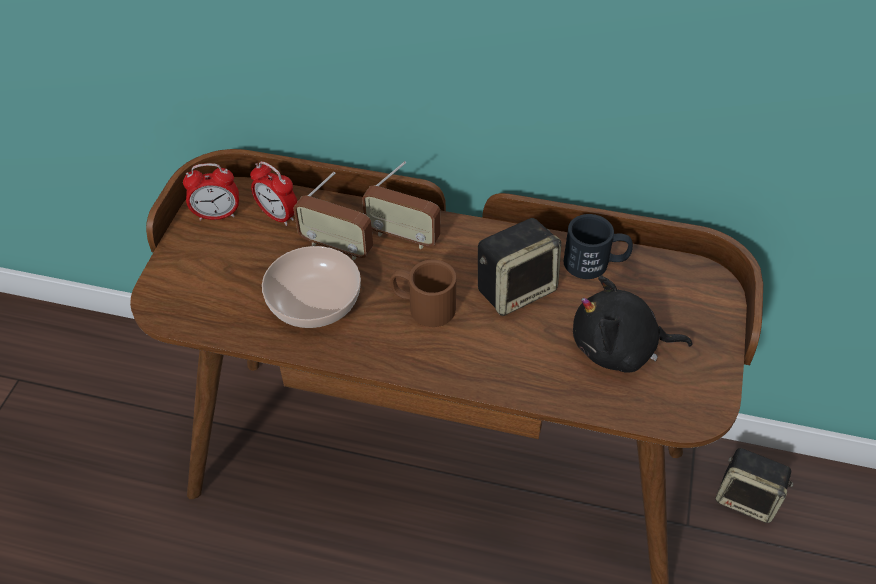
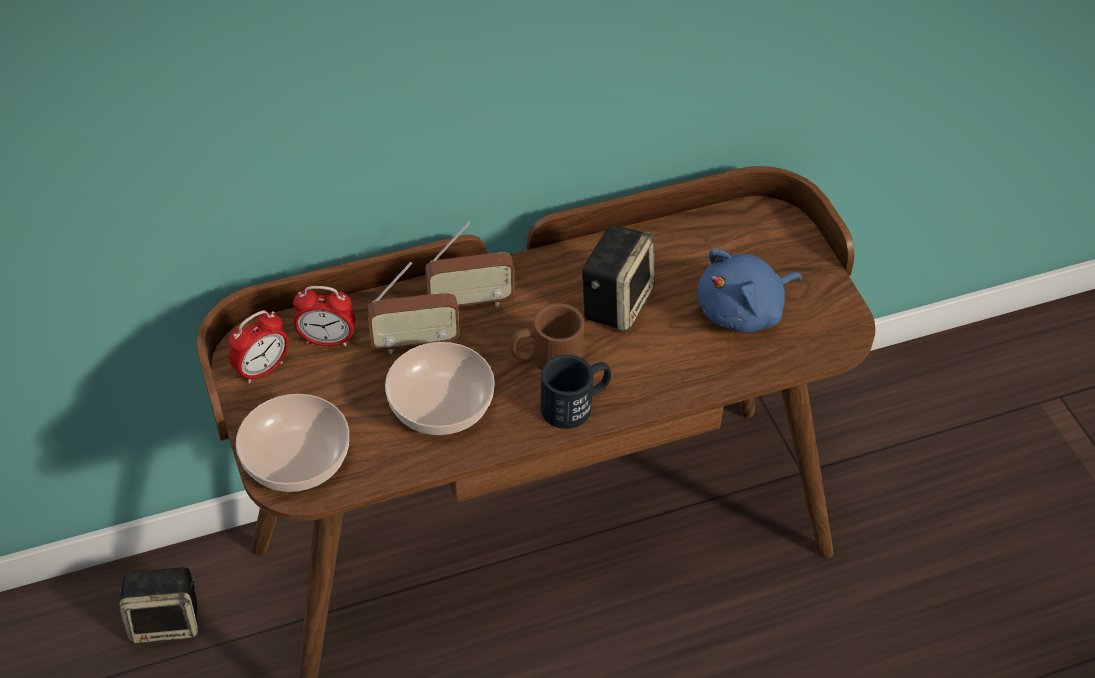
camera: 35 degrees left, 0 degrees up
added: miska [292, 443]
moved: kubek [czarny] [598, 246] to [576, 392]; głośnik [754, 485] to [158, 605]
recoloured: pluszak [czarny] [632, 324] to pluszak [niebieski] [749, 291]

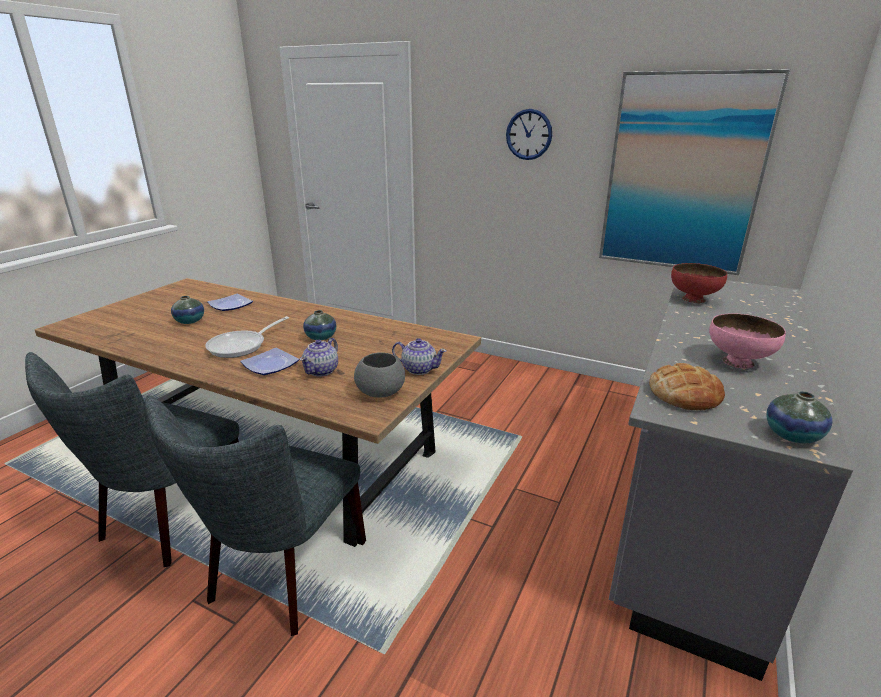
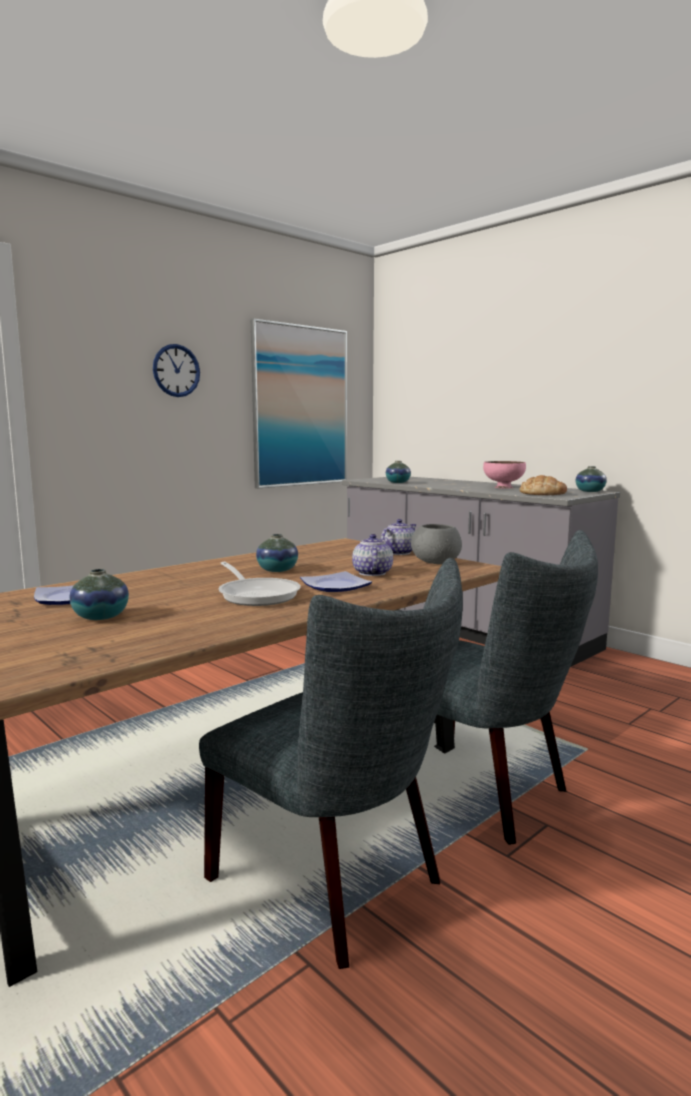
camera: 70 degrees left, 15 degrees down
replaced: miska [czerwony] [699, 283] to wazon [398, 472]
turned: imbryk [319, 357] = [372, 555] 135 degrees counterclockwise

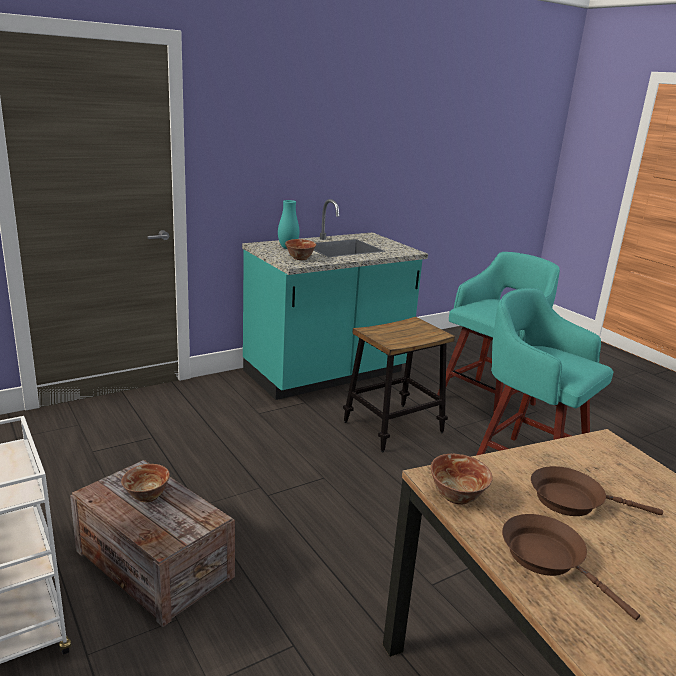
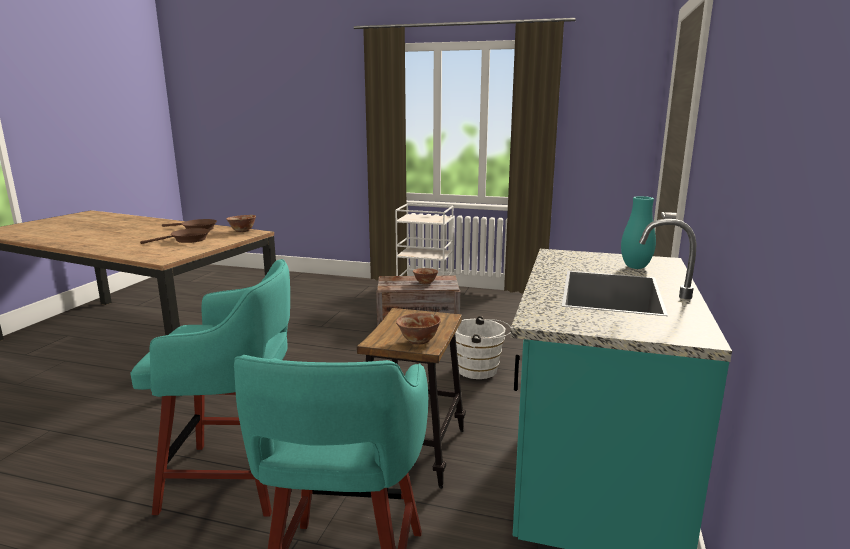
camera: 140 degrees right, 5 degrees down
added: wiadro [biały] [483, 347]
moved: miska [300, 249] to [418, 329]

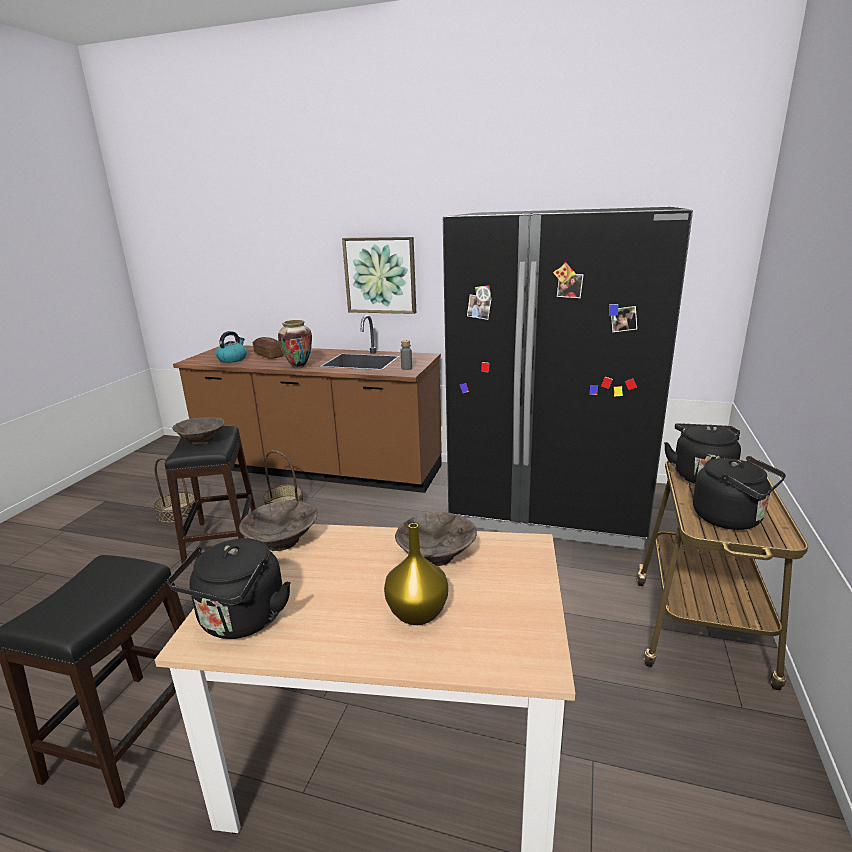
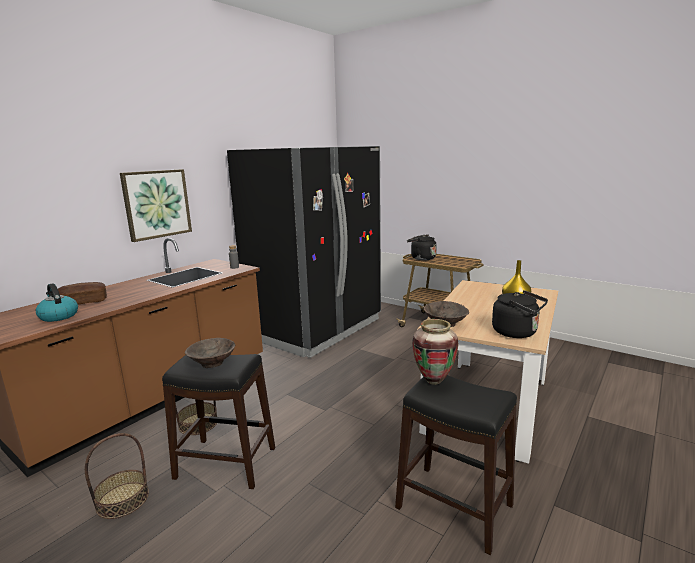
camera: 70 degrees left, 5 degrees down
removed: miska [brązowy] [436, 539]; czajnik [czarny] [739, 493]
moved: wazon [295, 344] to [435, 352]

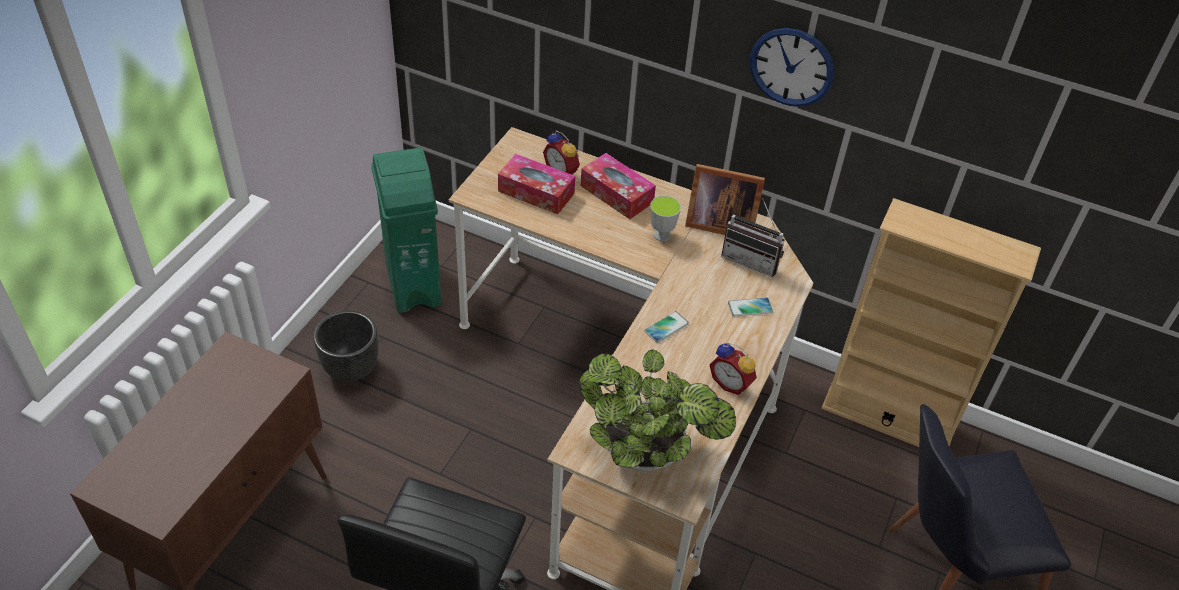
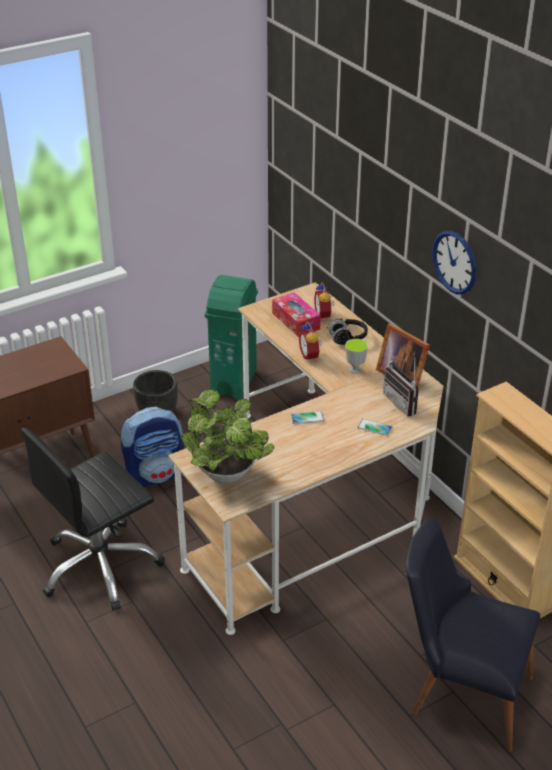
camera: 35 degrees right, 10 degrees down
added: plecak [152, 446]
moved: budzik [733, 369] to [310, 342]
replaced: pudełko chusteczek [618, 186] to słuchawki [czarny] [347, 332]

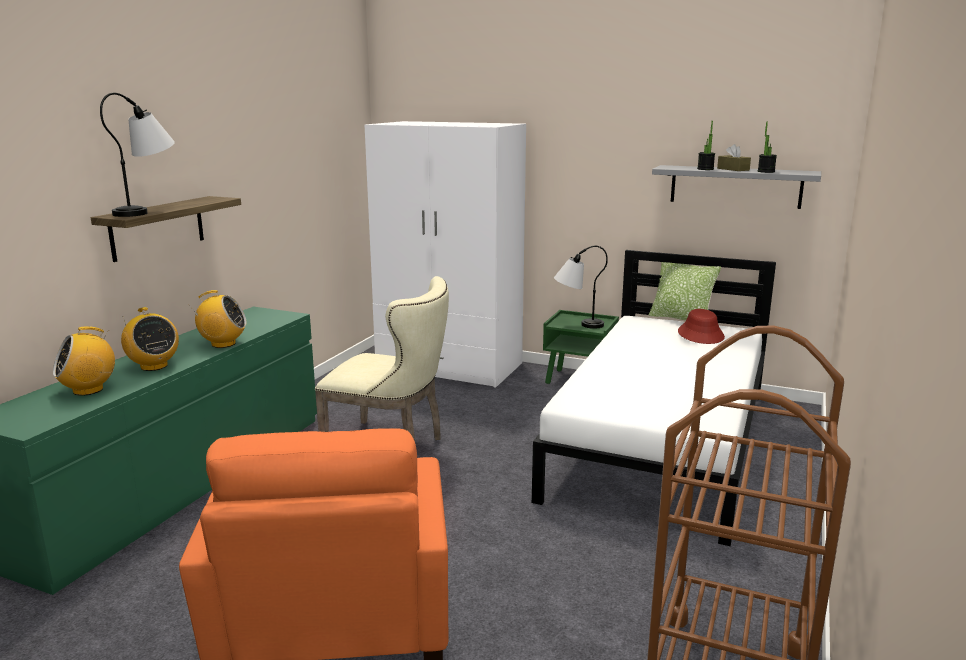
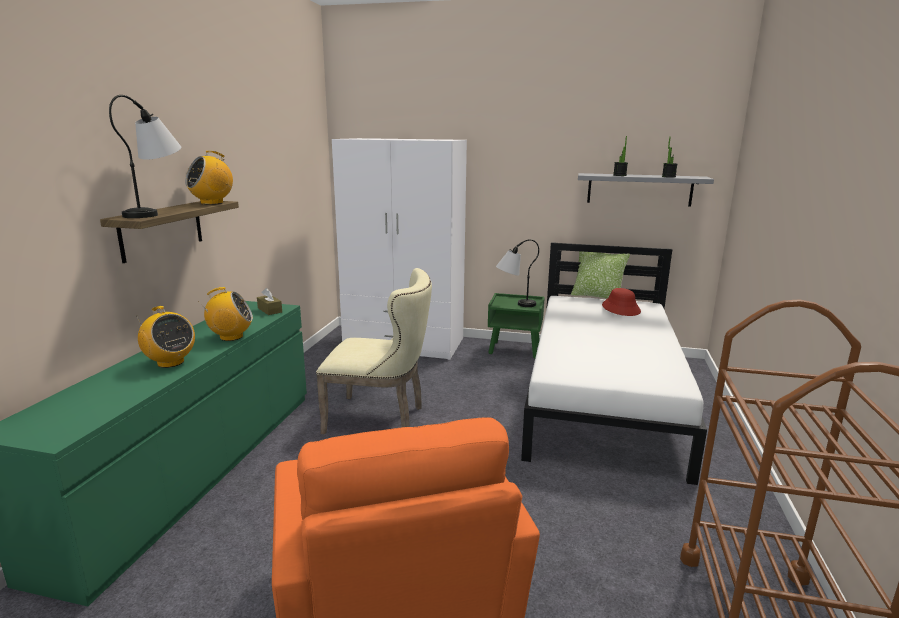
camera: 10 degrees left, 0 degrees up
moved: radio [84, 361] to [209, 178]; pudełko chusteczek [brązowy] [734, 157] to [269, 301]

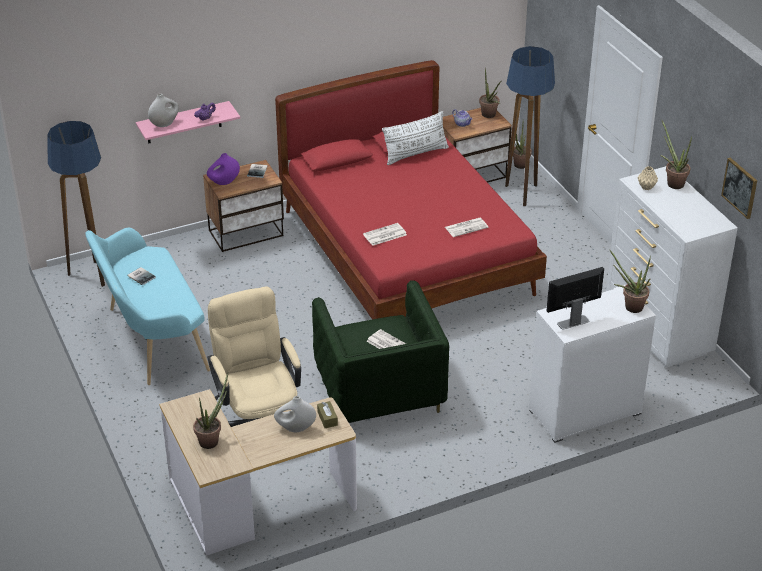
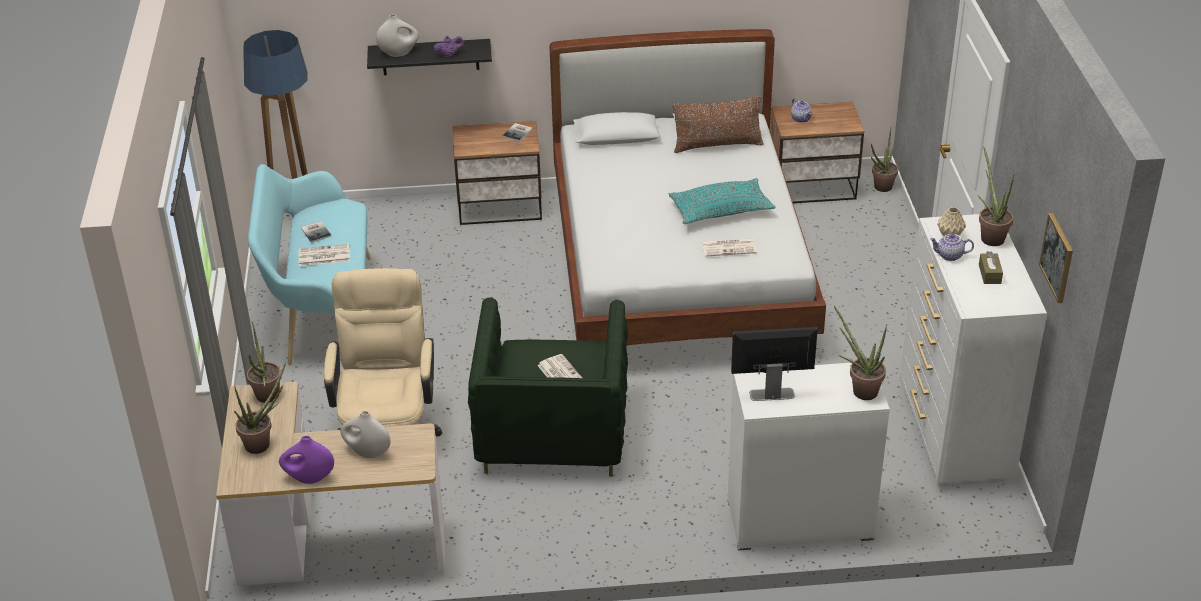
camera: 20 degrees right, 0 degrees up
removed: lampa stojąca [530, 126]
added: poduszka [turkusowy] [722, 201]; imbryk [952, 247]
moved: wazon [fioletowy] [223, 169] to [306, 460]; pudełko chusteczek [brązowy] [327, 414] to [991, 267]; gazeta [385, 234] to [324, 255]; roślina doniczkowa [490, 92] to [264, 362]
recoloured: półka [różowy] [188, 122] to półka [czarny] [429, 57]; łóżko [czerwony] [411, 189] to łóżko [biały] [687, 187]; poduszka [biały] [415, 138] to poduszka [brązowy] [718, 124]

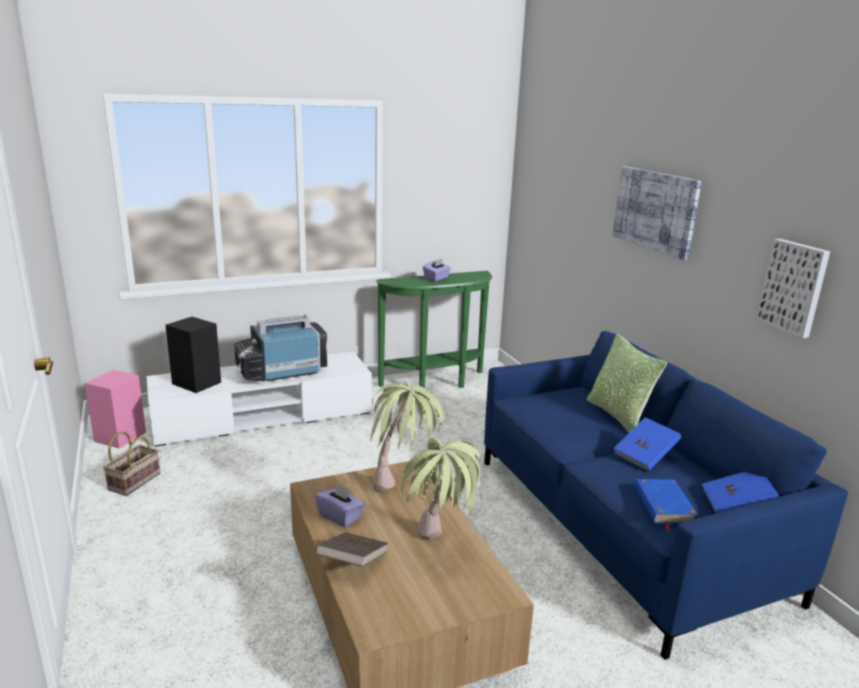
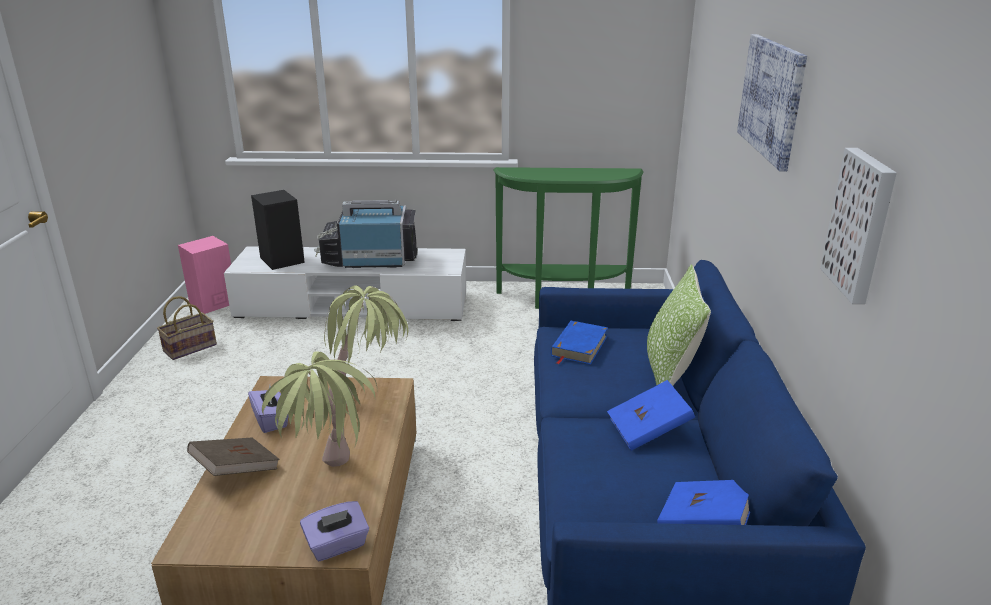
camera: 25 degrees right, 5 degrees up
moved: pudełko chusteczek [fioletowy] [437, 270] to [334, 531]; książka [niebieski] [666, 505] to [579, 342]

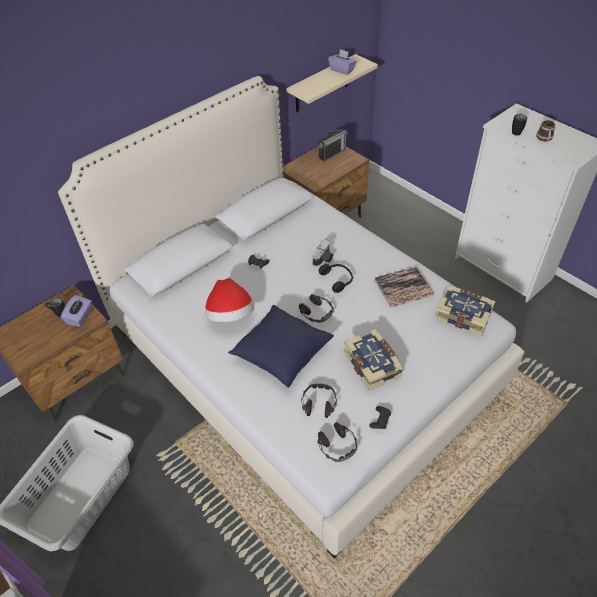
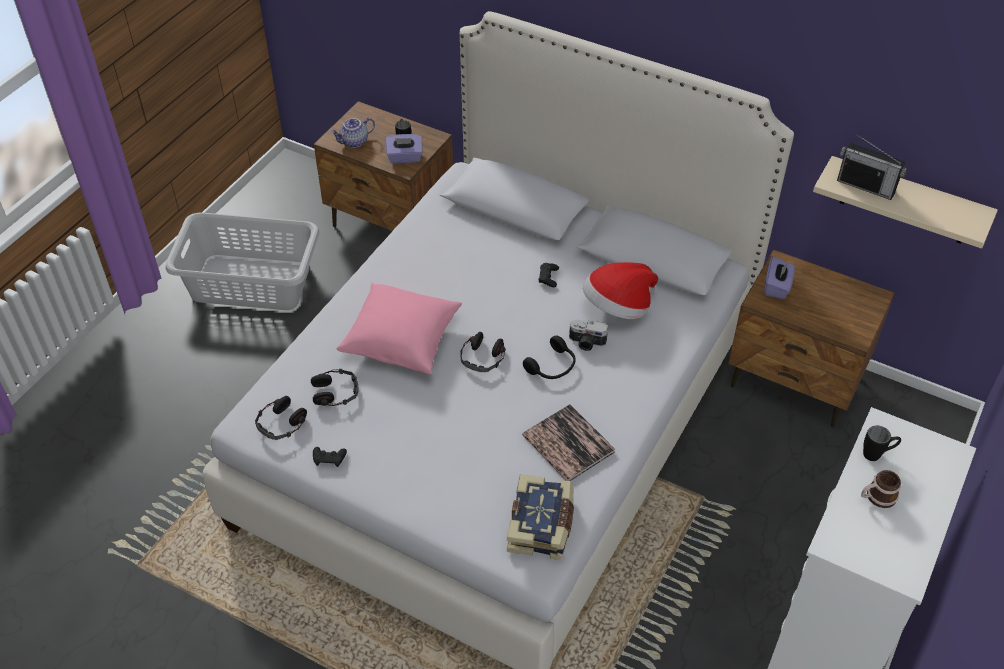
camera: 70 degrees right, 0 degrees up
removed: książka [374, 360]
added: imbryk [353, 133]
moved: kapelusz [230, 300] to [620, 290]; radio [333, 145] to [872, 167]; pudełko chusteczek [fioletowy] [342, 62] to [779, 277]
recoloured: poduszka [niebieski] [281, 346] to poduszka [różowy] [399, 328]

